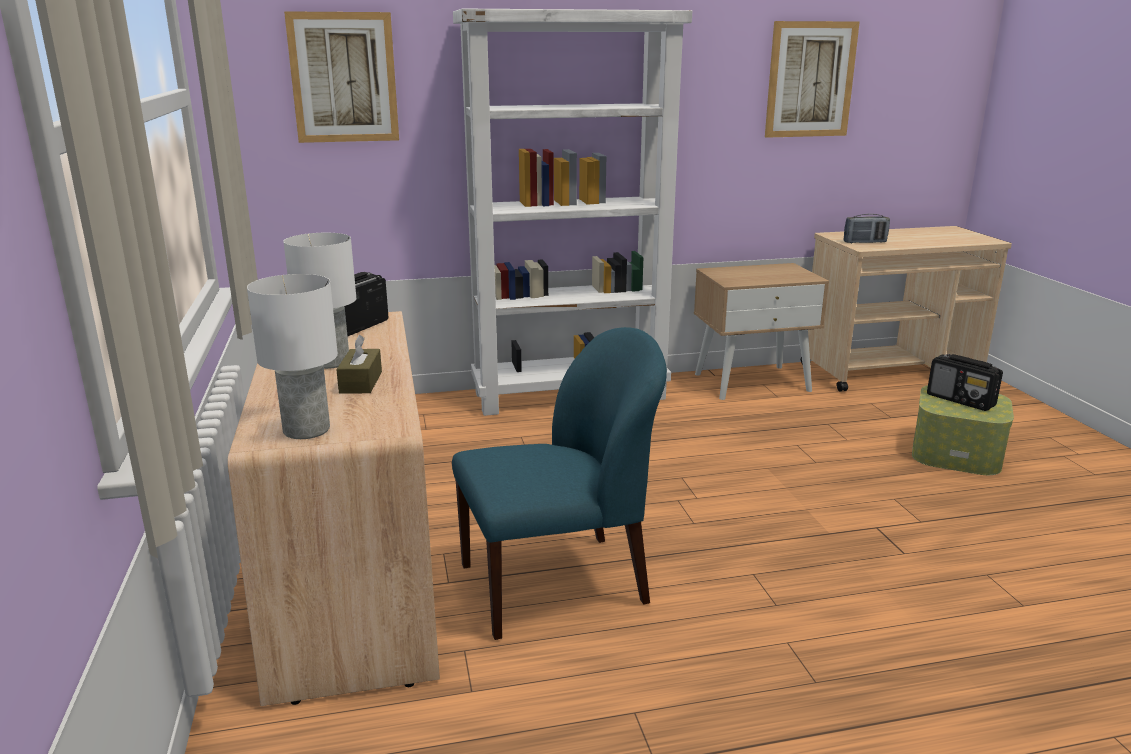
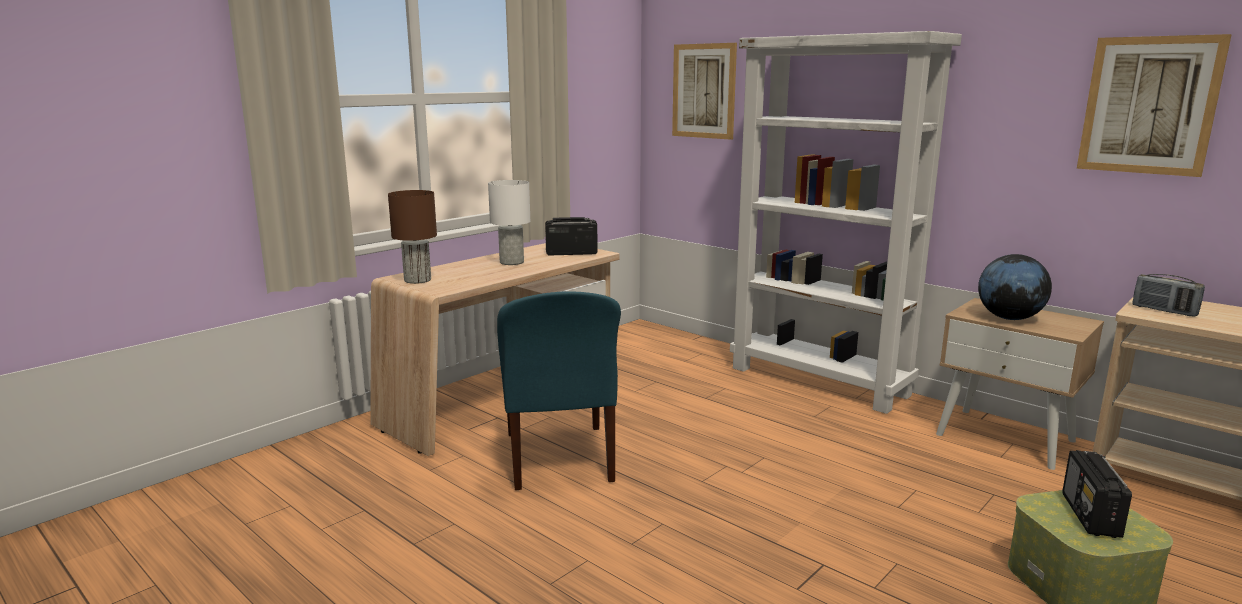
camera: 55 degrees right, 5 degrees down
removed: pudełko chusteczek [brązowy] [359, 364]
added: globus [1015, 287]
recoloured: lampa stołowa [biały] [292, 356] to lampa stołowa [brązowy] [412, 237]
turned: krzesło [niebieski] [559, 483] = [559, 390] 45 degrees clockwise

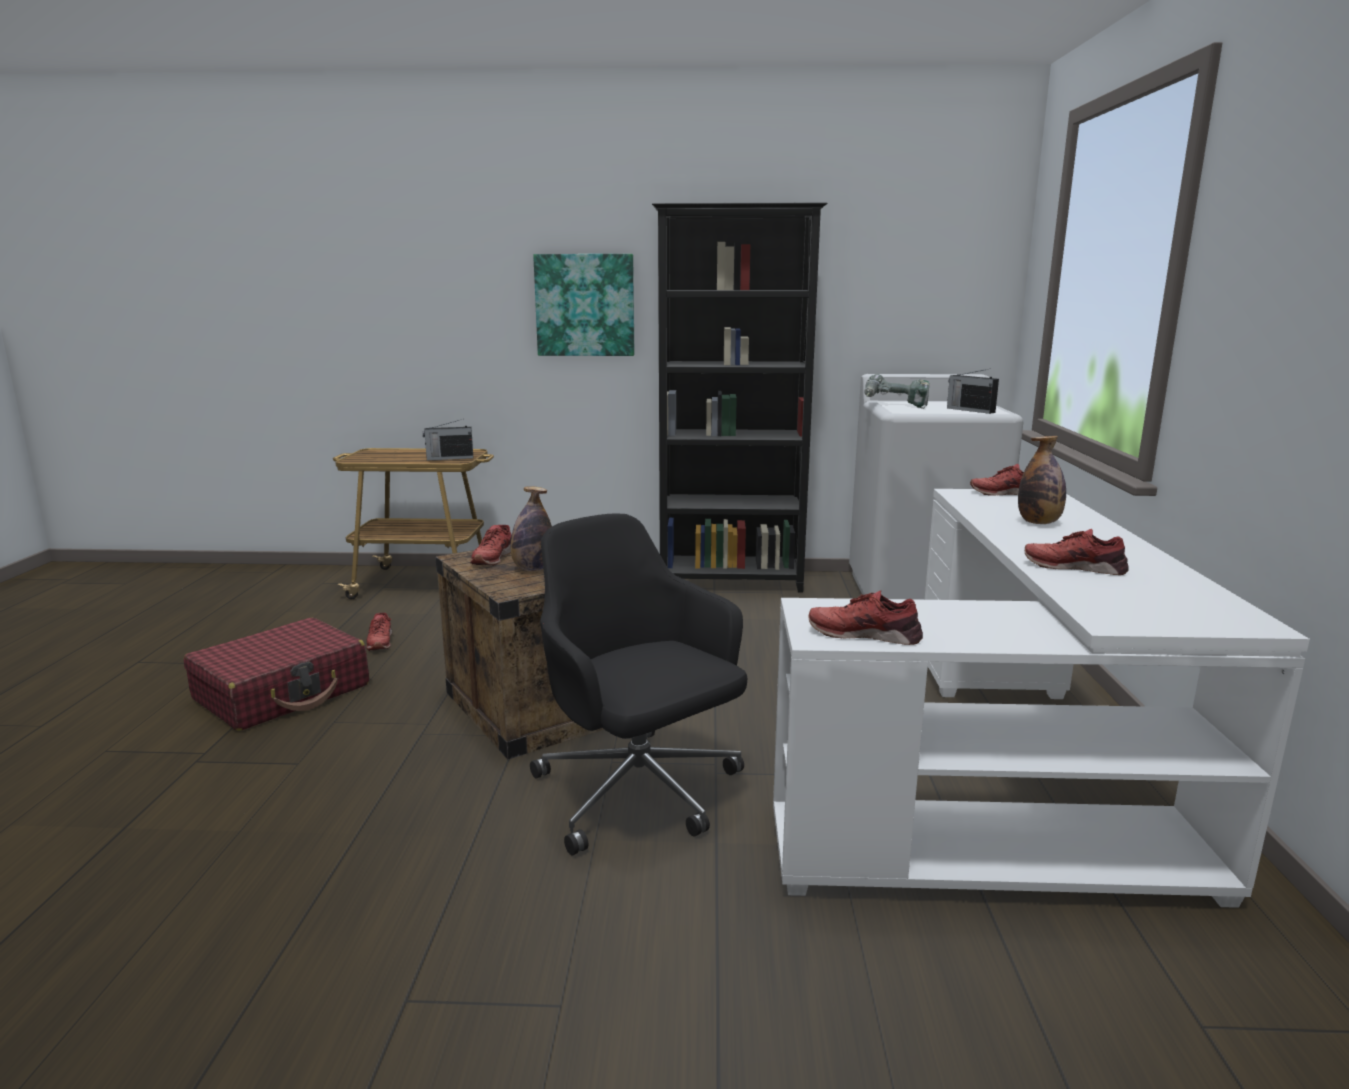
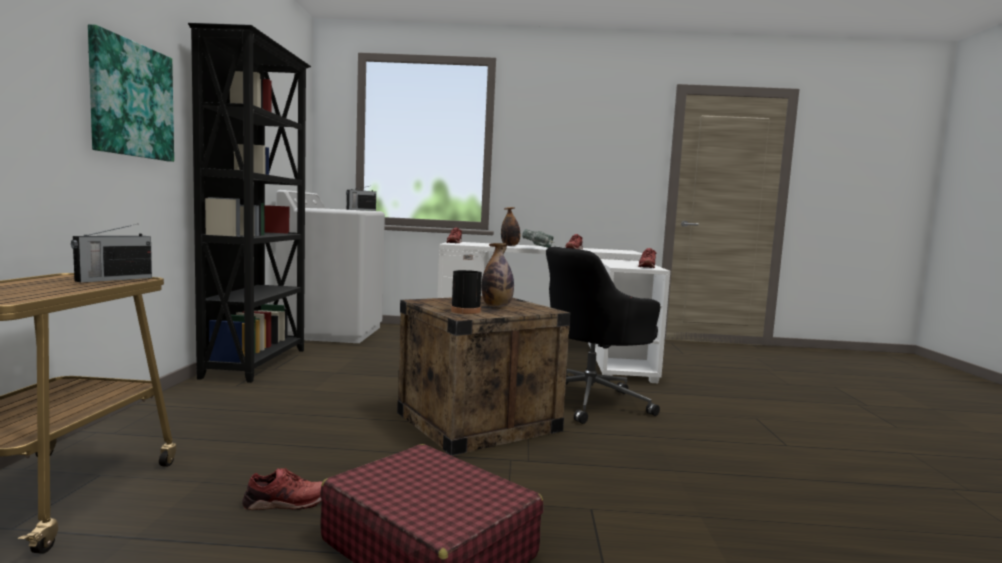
camera: 90 degrees left, 10 degrees down
moved: wiertarka [896, 391] to [539, 238]
replaced: but [czerwony] [491, 545] to butelka [czarny] [466, 284]
turned: radio [448, 439] = [111, 253] 45 degrees clockwise

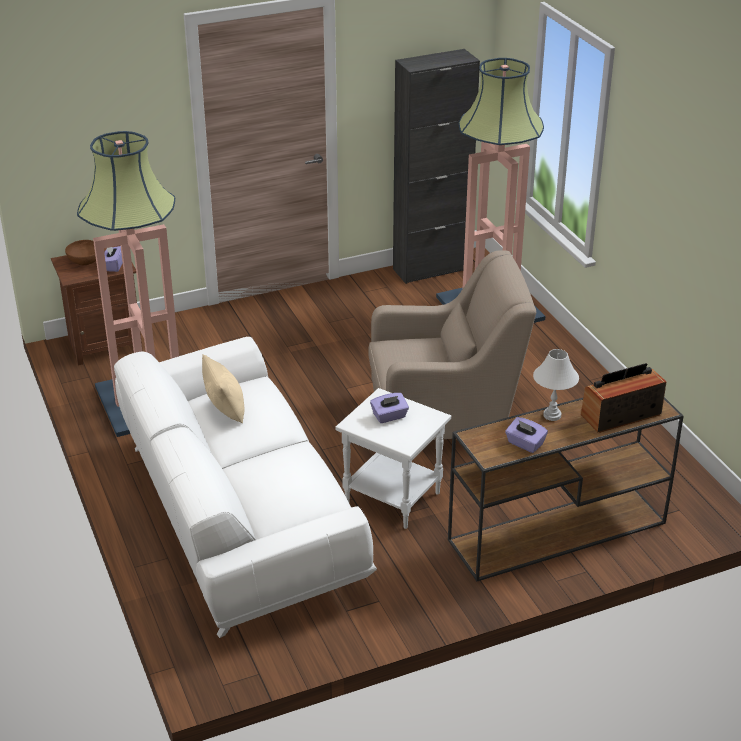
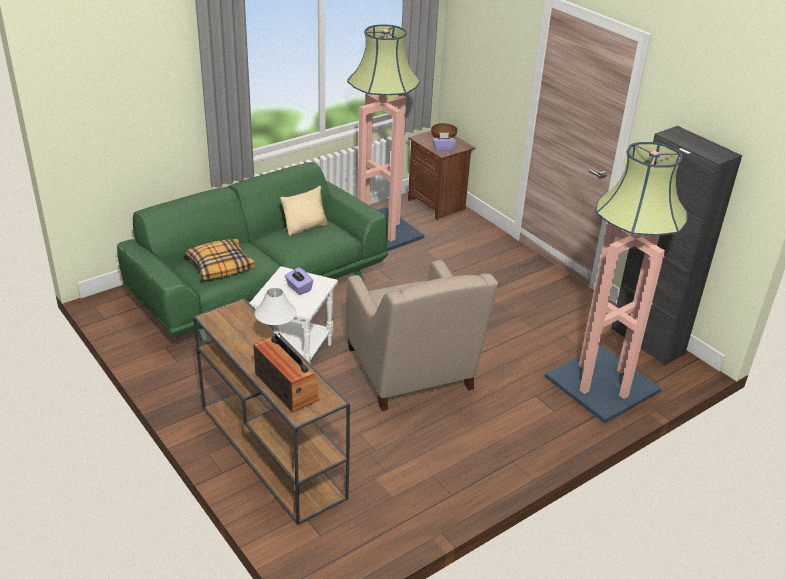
camera: 75 degrees right, 0 degrees up
removed: pudełko chusteczek [fioletowy] [526, 435]
added: poduszka [220, 259]
recoloured: kanapa [biały] [245, 487] to kanapa [zielony] [252, 251]

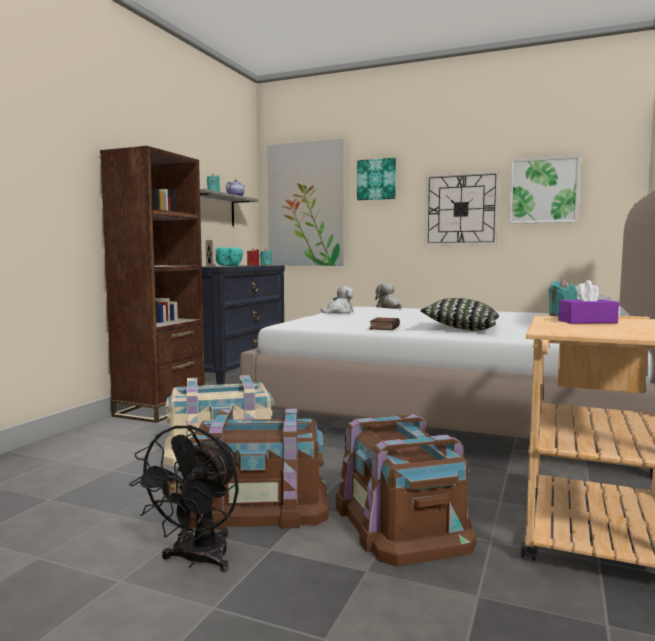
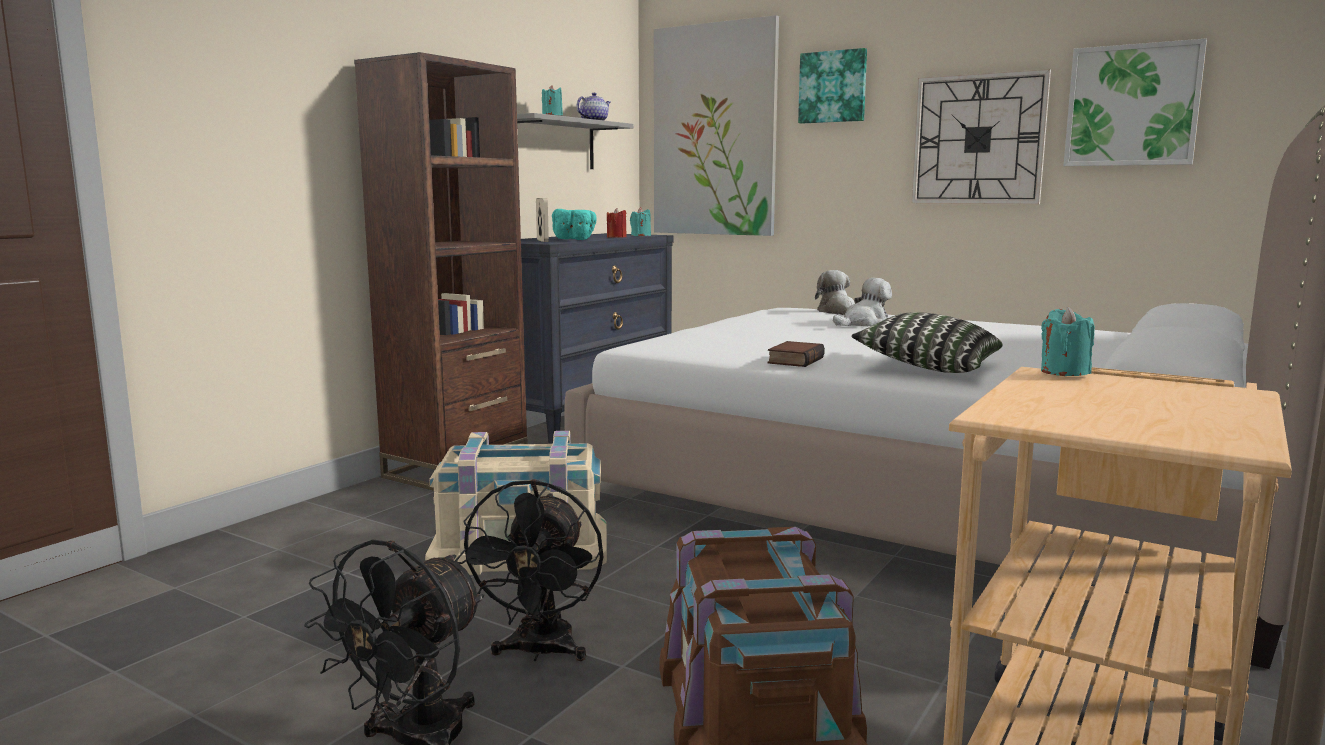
camera: 10 degrees right, 5 degrees up
removed: pudełko chusteczek [fioletowy] [588, 301]
moved: pluszak [337, 299] to [862, 302]
replaced: pojemnik do przechowywania [brązowy] [259, 469] to wentylator [czarny] [529, 570]

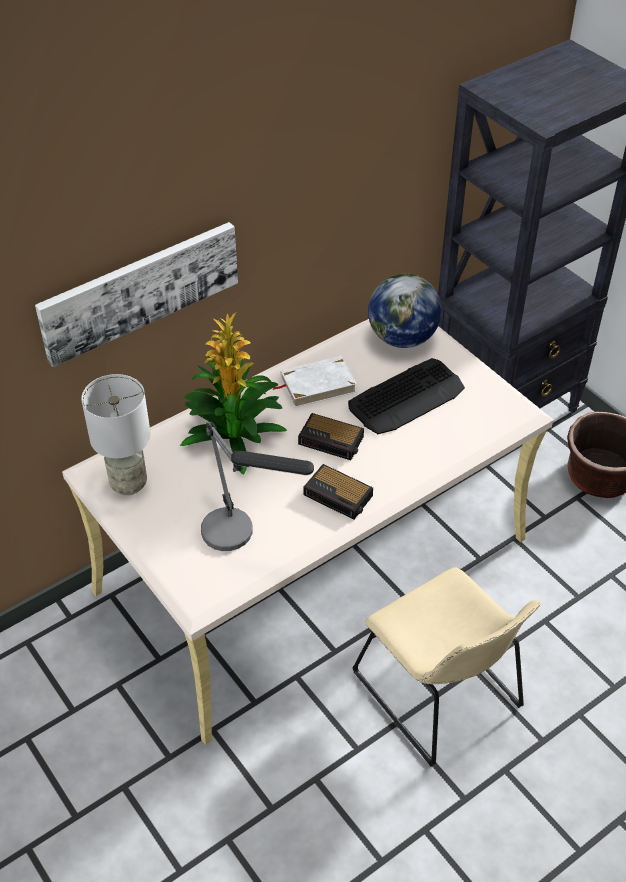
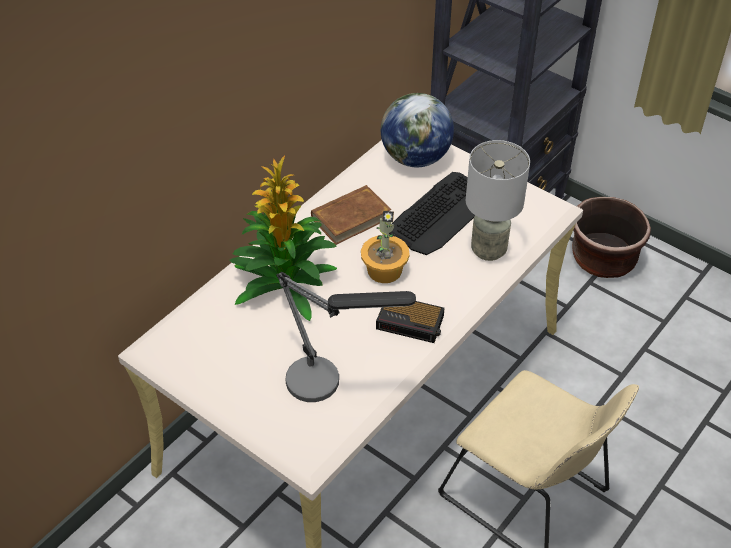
camera: 15 degrees left, 0 degrees up
removed: obraz [136, 294]
moved: lampa stołowa [szary] [116, 434] to [498, 200]
replaced: budzik [331, 436] to roślina doniczkowa [385, 247]
recoloured: książka [biały] [315, 382] to książka [brązowy] [351, 215]

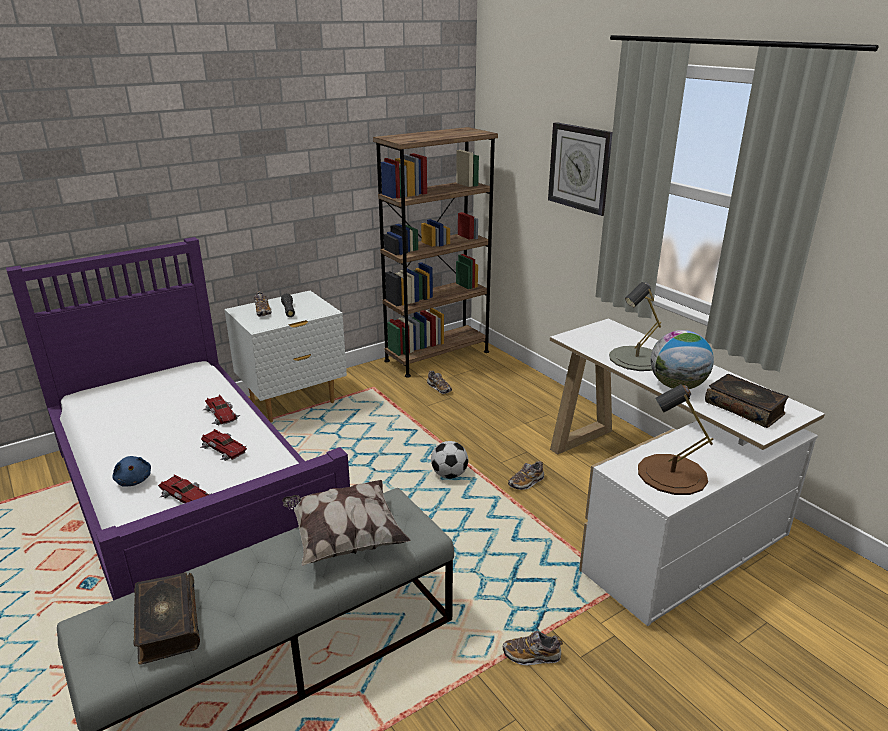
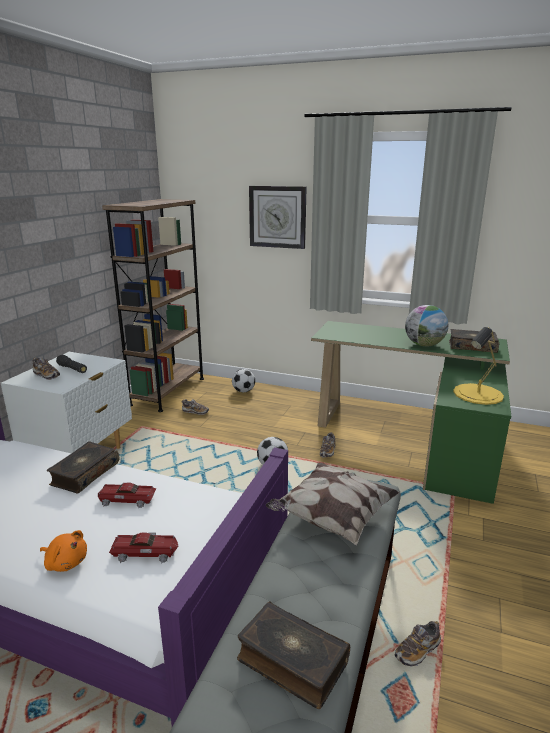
camera: 35 degrees left, 5 degrees down
removed: lampa stołowa [szary] [635, 326]
added: piłka futbolowa [243, 380]
moved: but [532, 647] to [418, 643]
replaced: samochodzik [221, 410] to książka [83, 467]
recoloured: pluszak [niebieski] [132, 471] to pluszak [pomarańczowy] [63, 551]; biurko [biały] [687, 472] to biurko [zielony] [411, 412]; lampa stołowa [brązowy] [675, 439] to lampa stołowa [żółty] [478, 366]

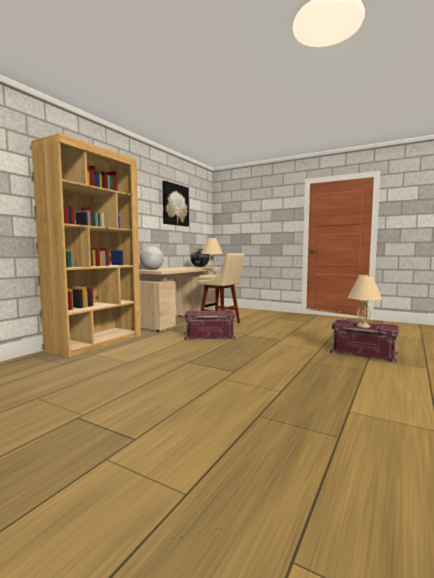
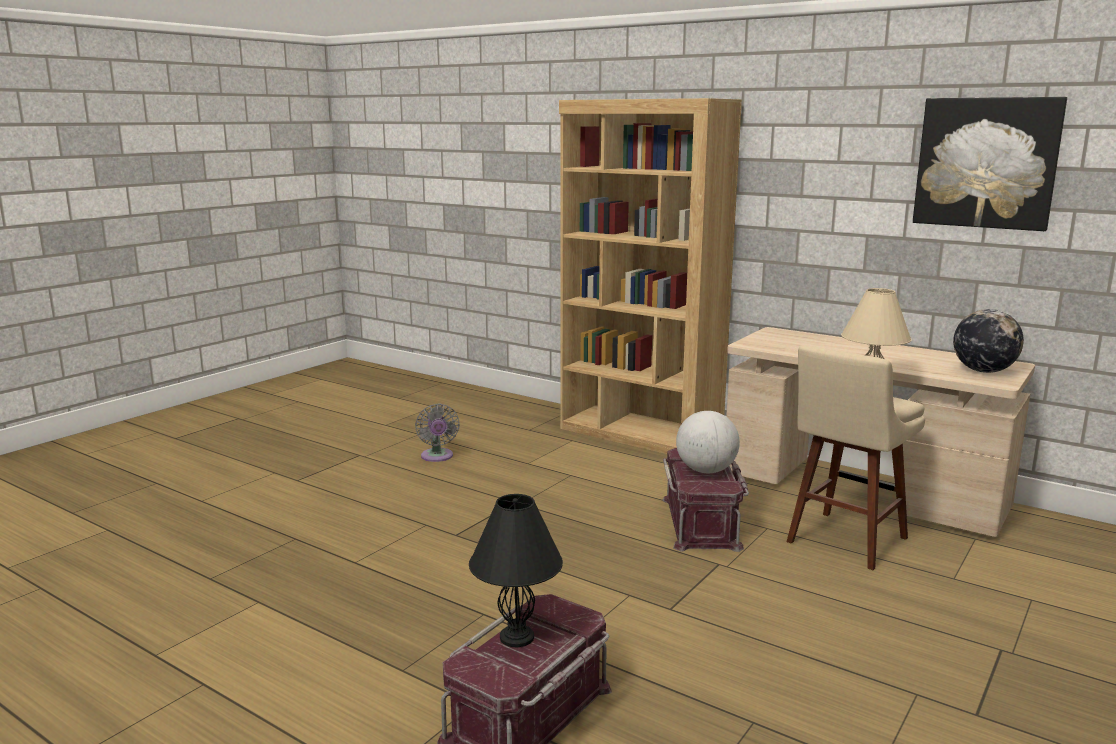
camera: 95 degrees right, 10 degrees up
added: wentylator [szary] [437, 433]
moved: globus [152, 258] to [708, 442]
recoloured: lampa stołowa [beżowy] [365, 301] to lampa stołowa [czarny] [516, 570]

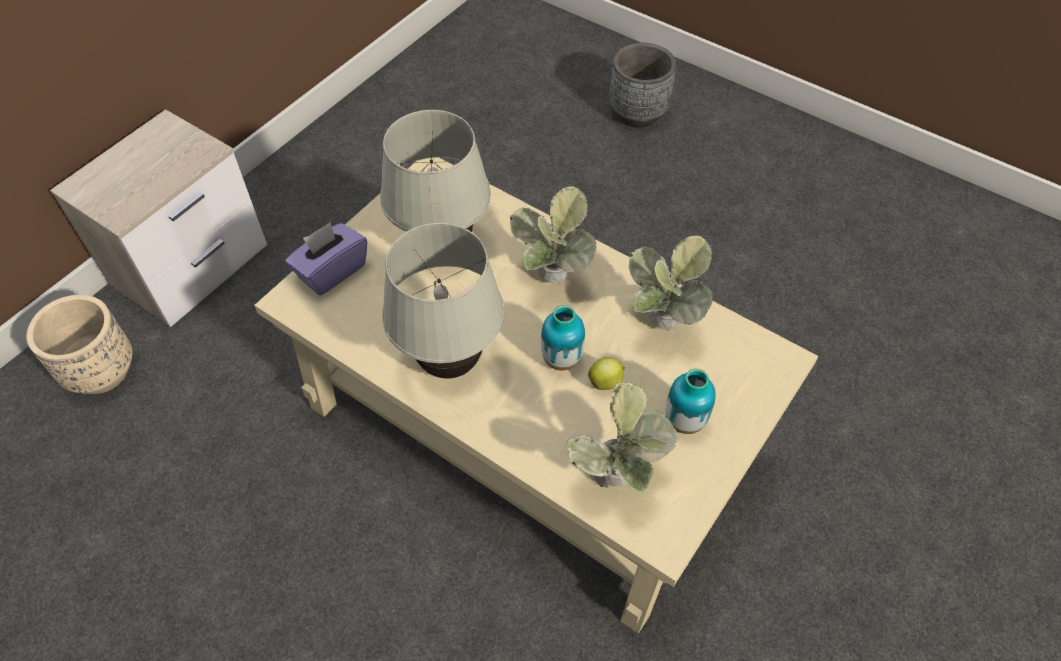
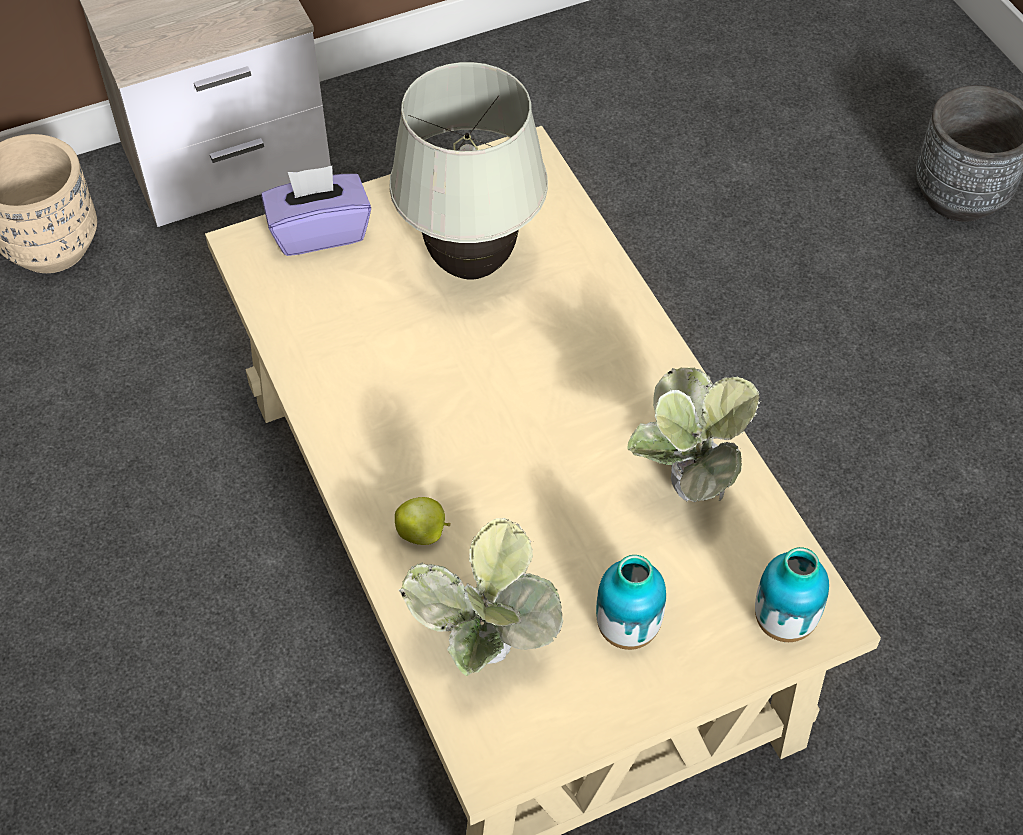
camera: 30 degrees right, 0 degrees up
removed: lampa stołowa [biały] [443, 301]; roślina doniczkowa [553, 235]
moved: wazon [563, 338] to [792, 594]; jabłko [606, 373] to [423, 521]

